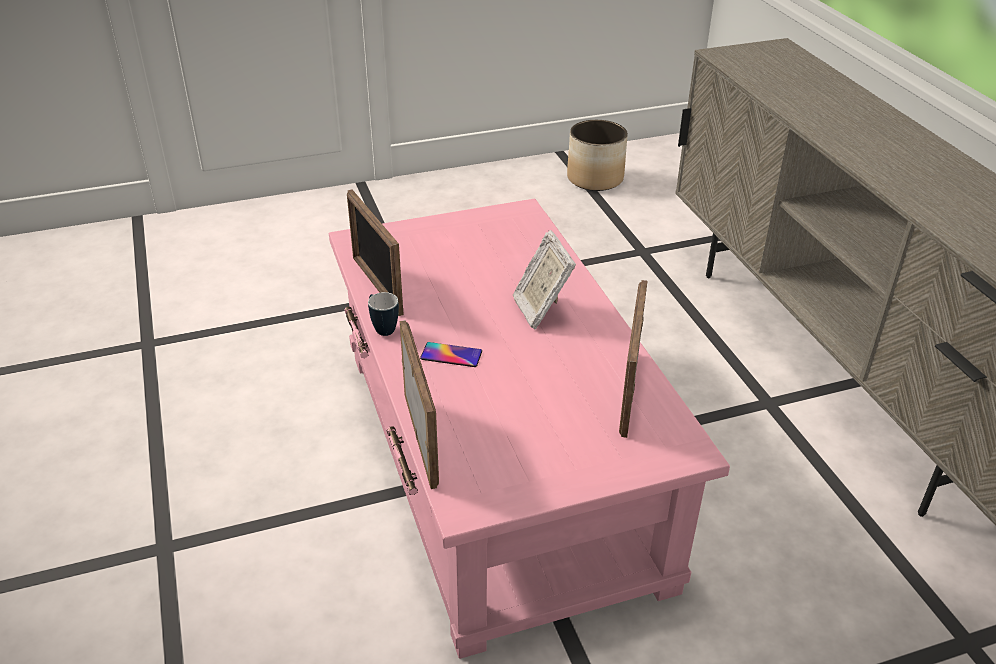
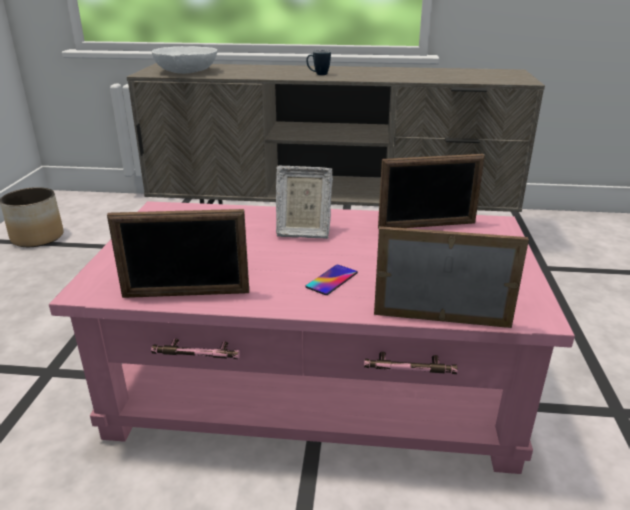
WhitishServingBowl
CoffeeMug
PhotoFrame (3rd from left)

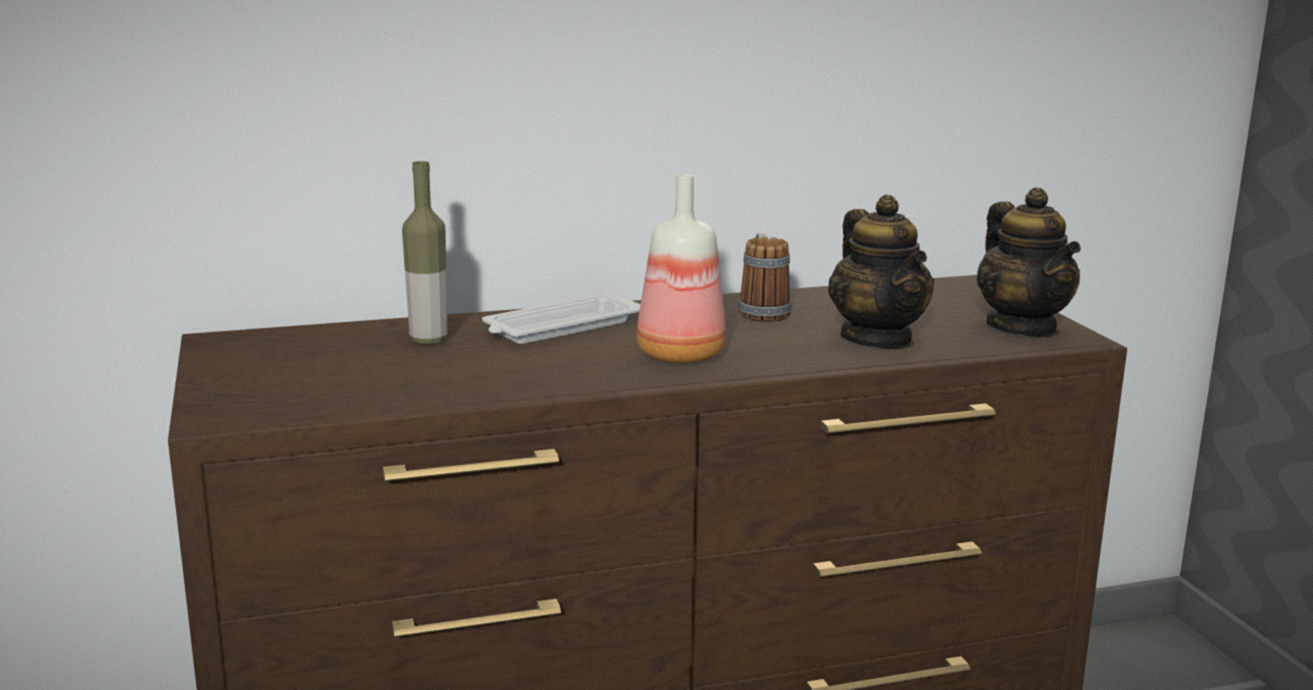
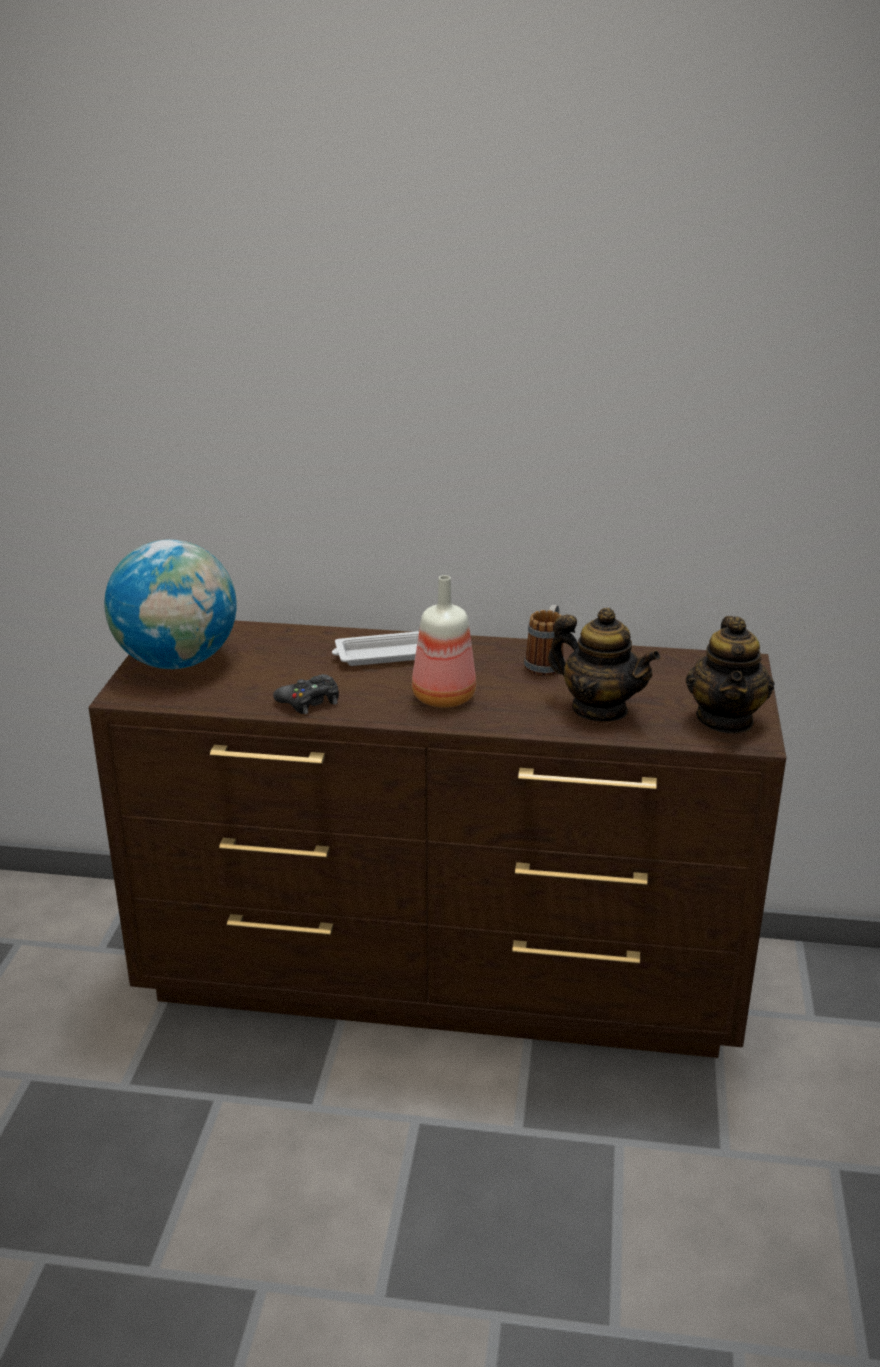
Bottle (1st from left in the first image)
Globe
BlackishJoypad
PotForTea (1st from left)

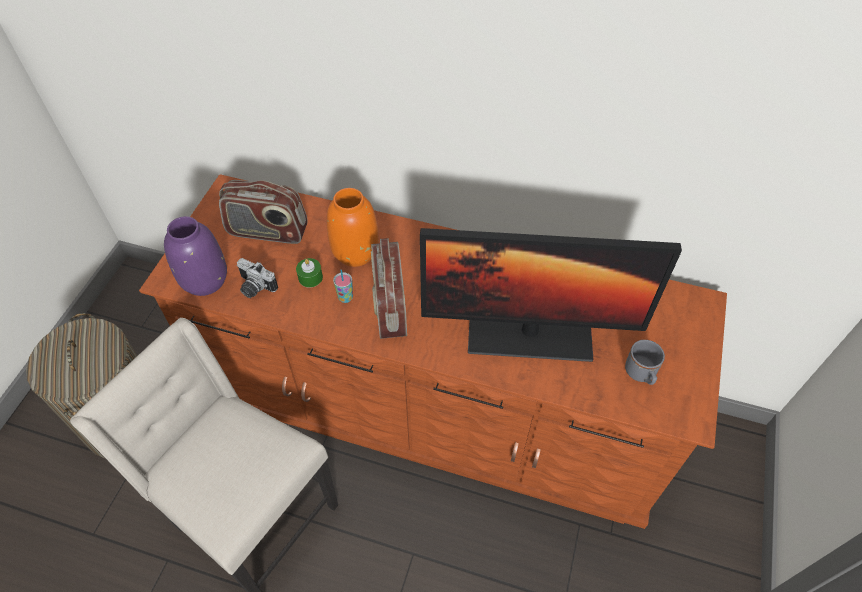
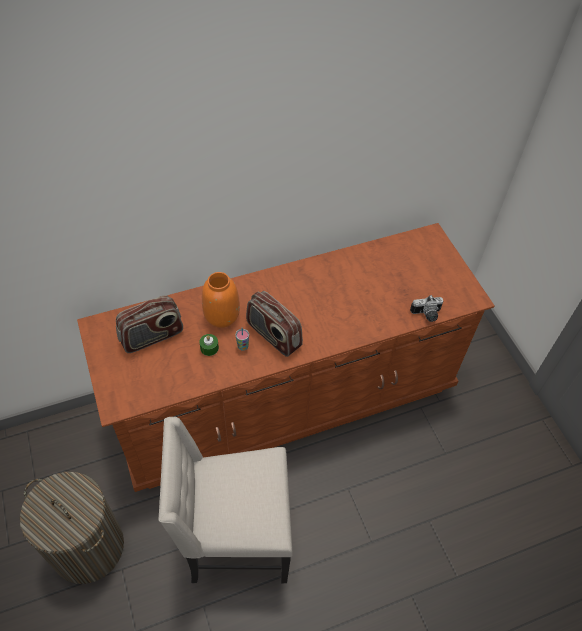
PurpleColouredDecorativeVase
ComputerDisplay
GreyCoffeeMug
PhotoCamera

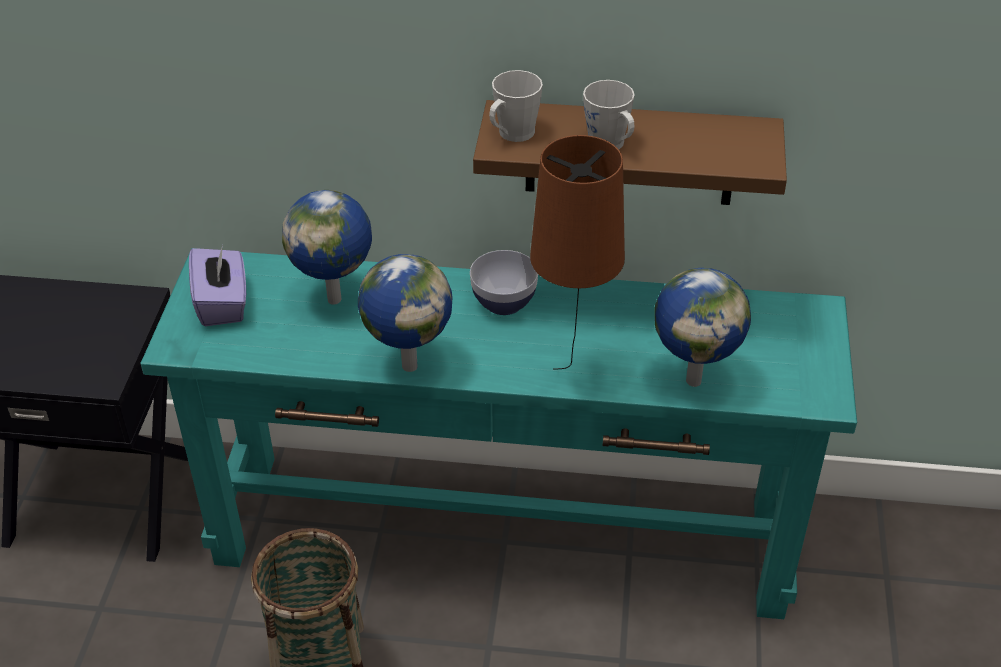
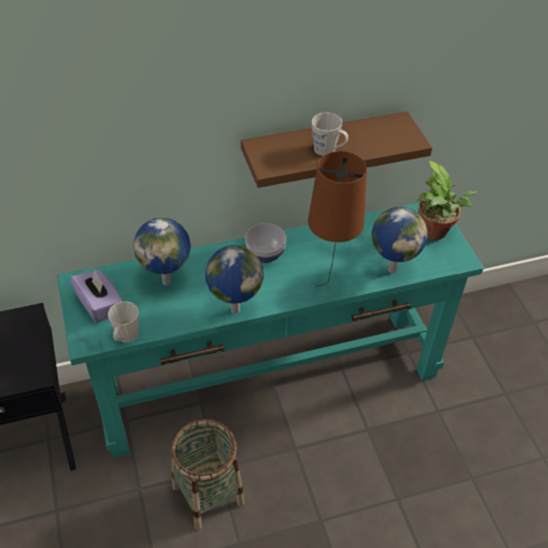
PottedPlant
GreyCoffeeMug (1st from left)

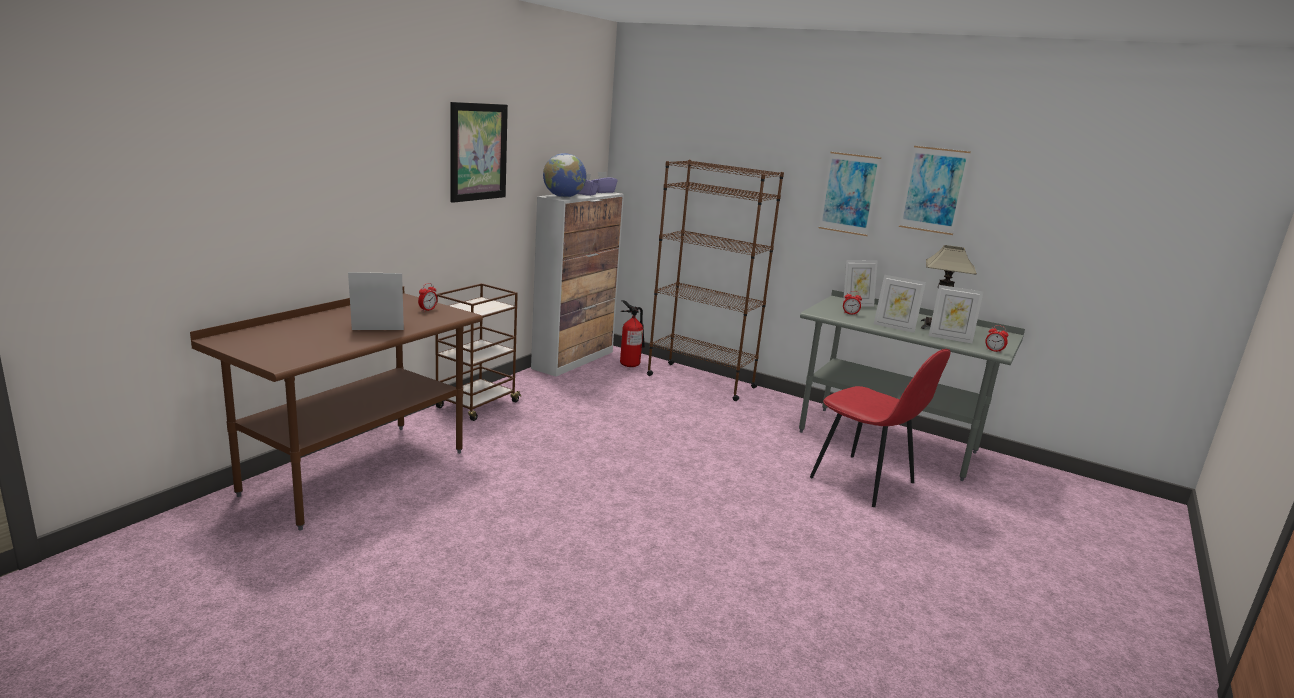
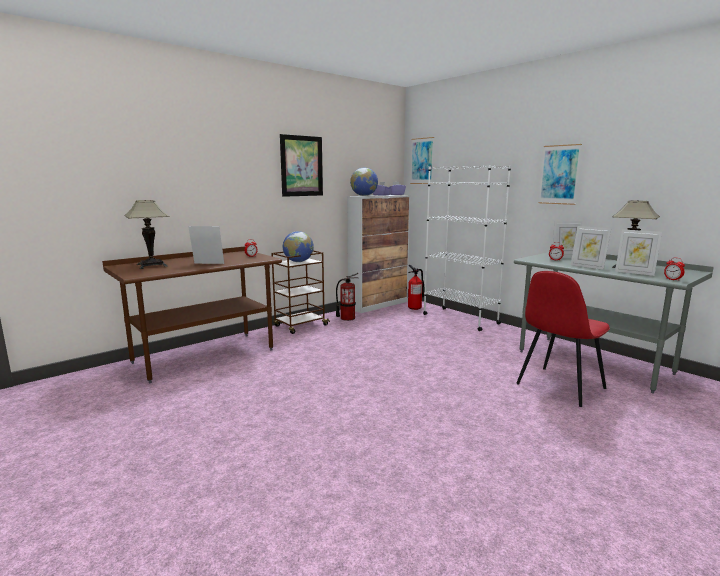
TableLamp (1st from left)
Globe (1st from left)
FireFightingCylinder (1st from left)
WallArt (2nd from left)
WhitishShelvingUnit
RedColouredPlainChair

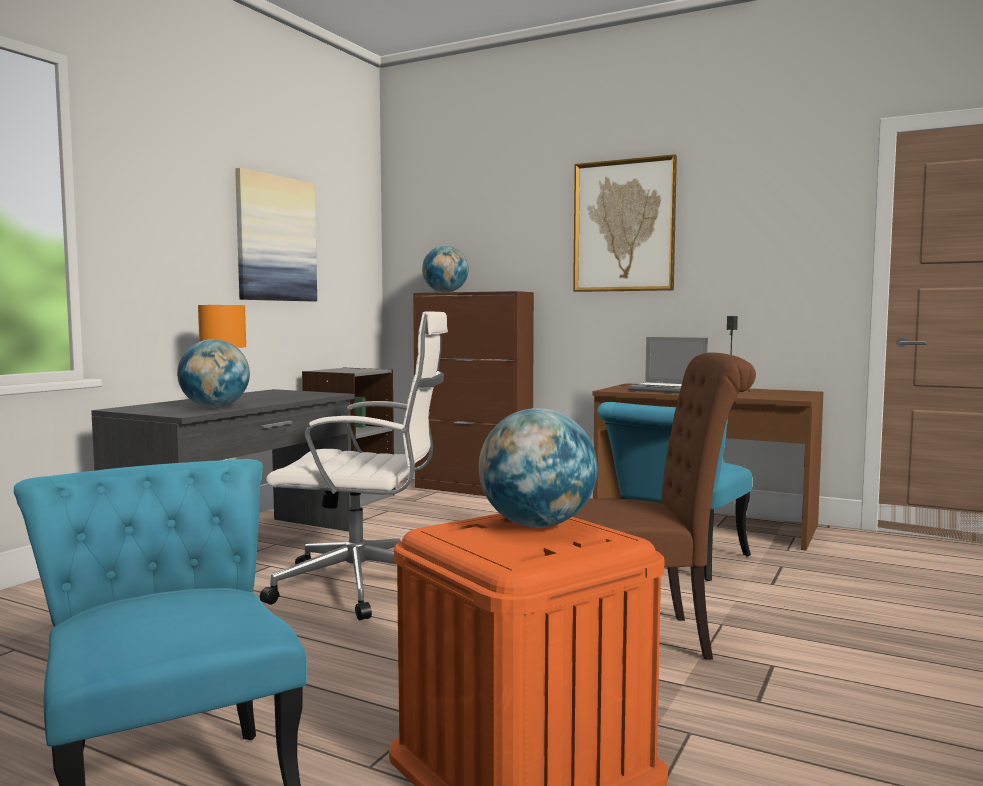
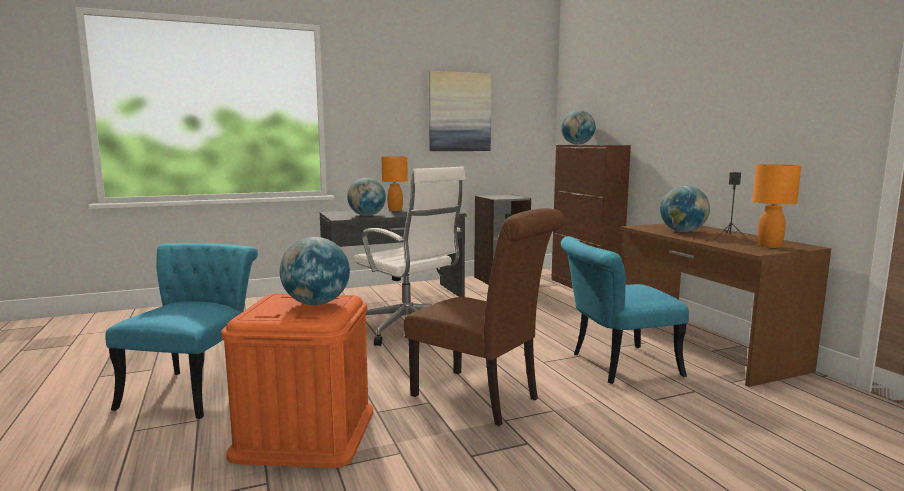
WallArt (2nd from left in the first image)
OrangeyTableLamp (2nd from left)
Globe (4th from left)

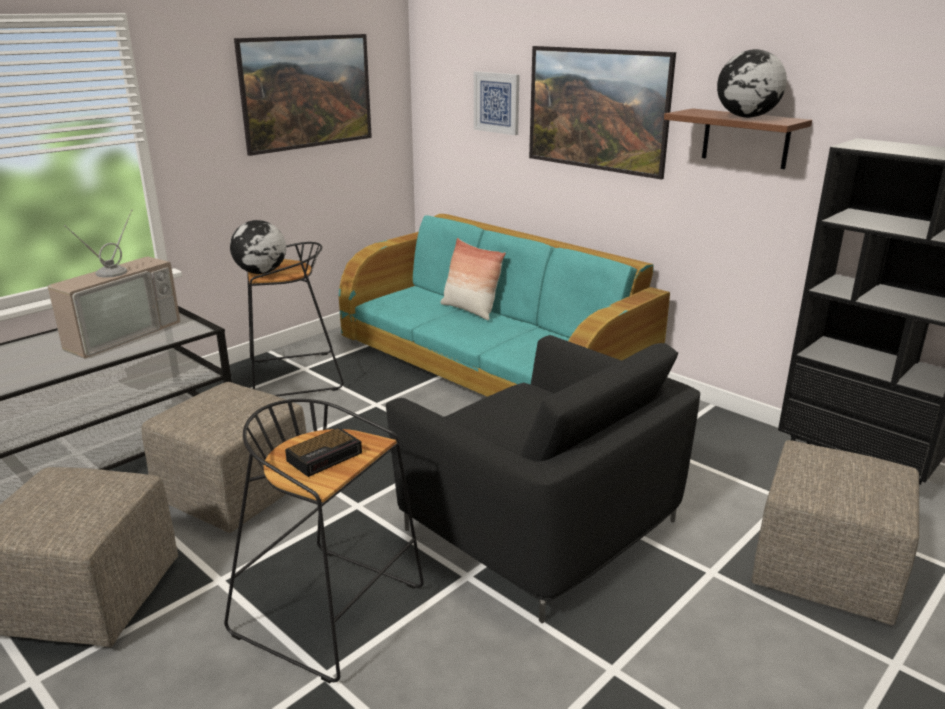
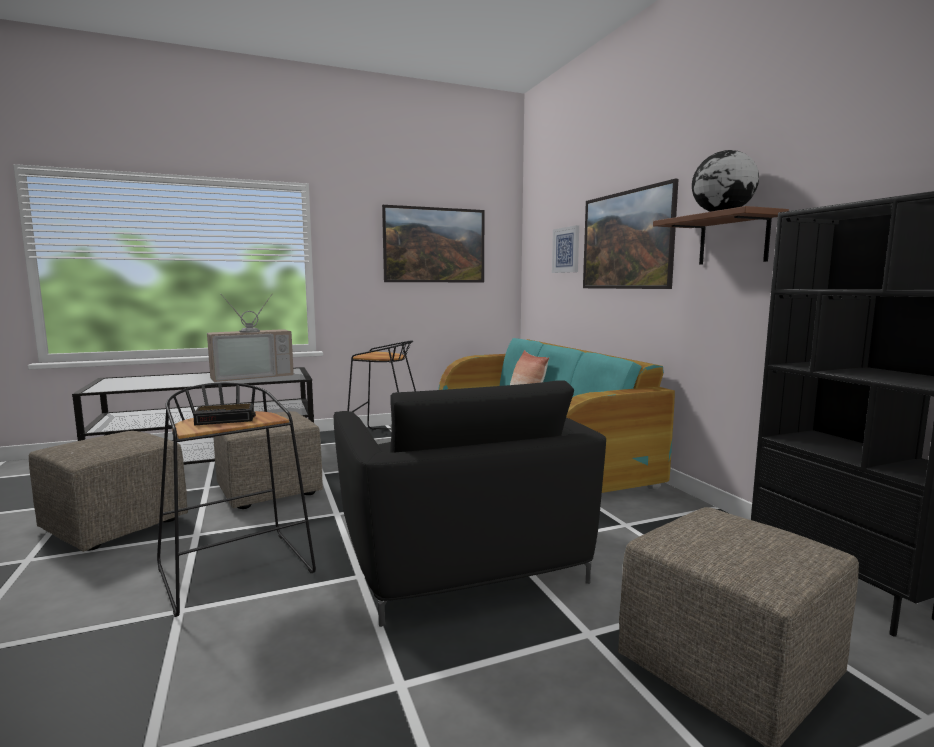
Globe (1st from left in the first image)

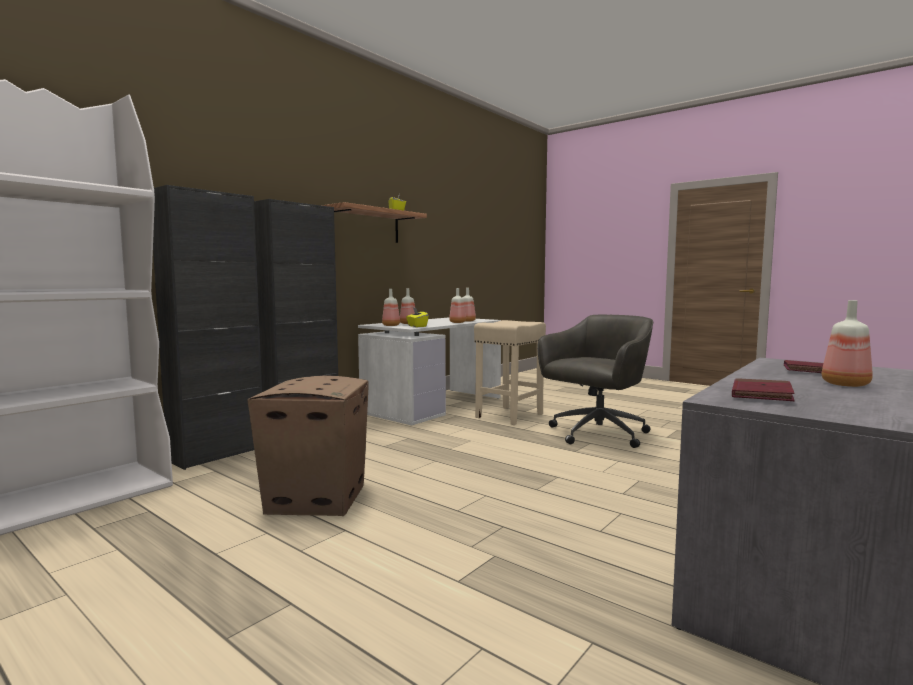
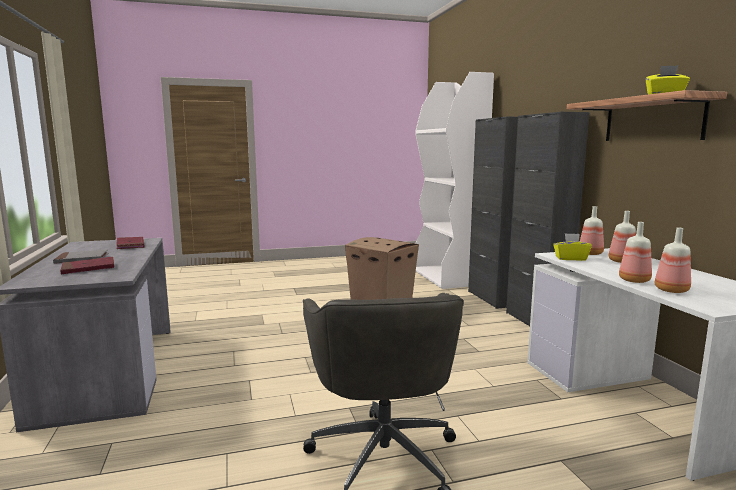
BeigeColouredStoolSeat
GreyVolume

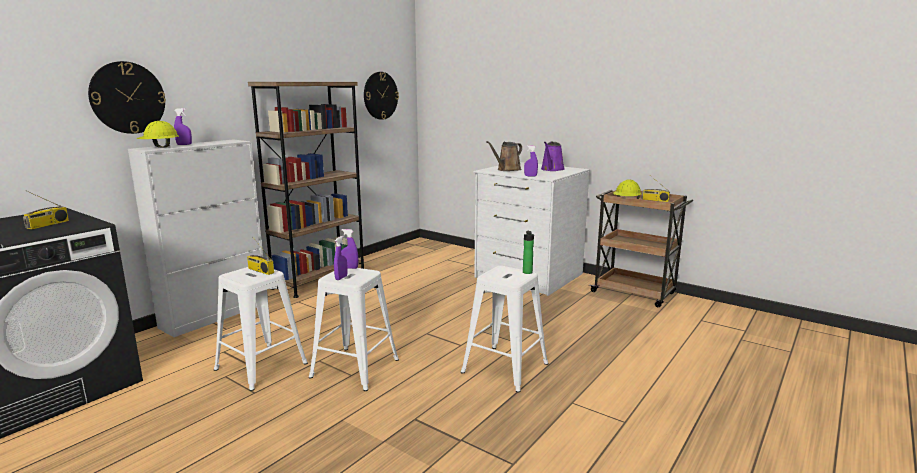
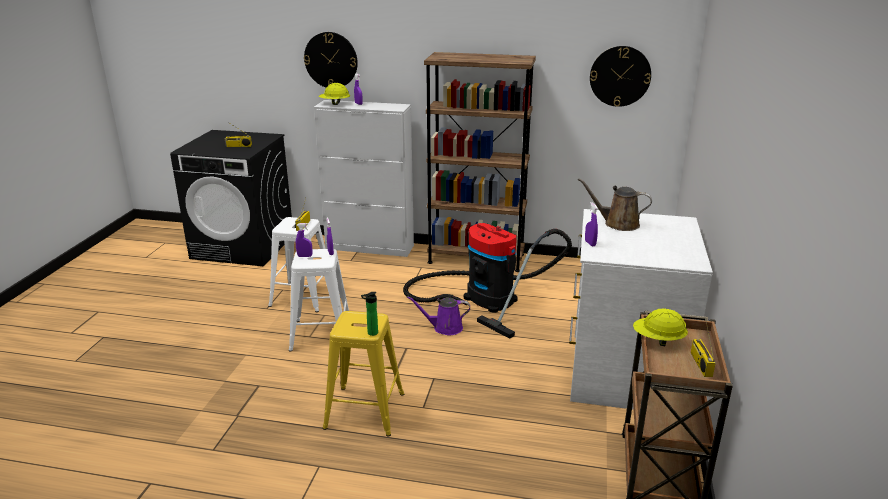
VacuumCleaner
PurpleColouredWateringPot
YellowColouredStoolSeat

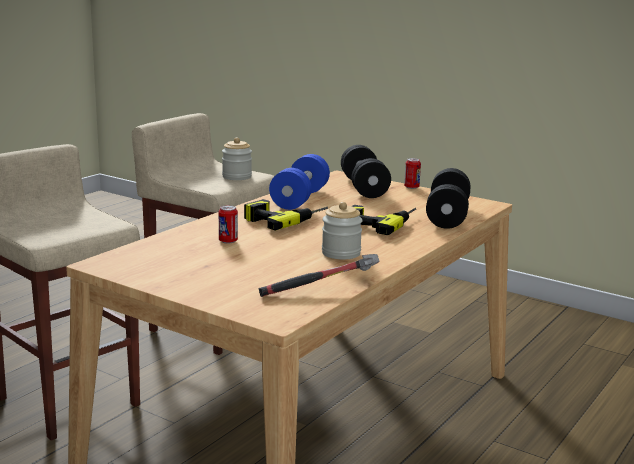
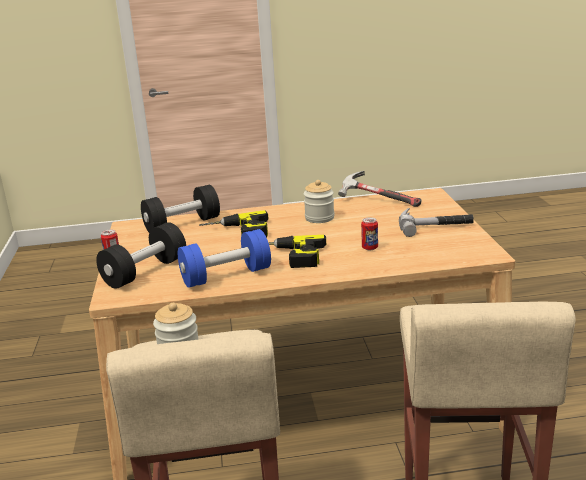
HandHammer (2nd from left)

